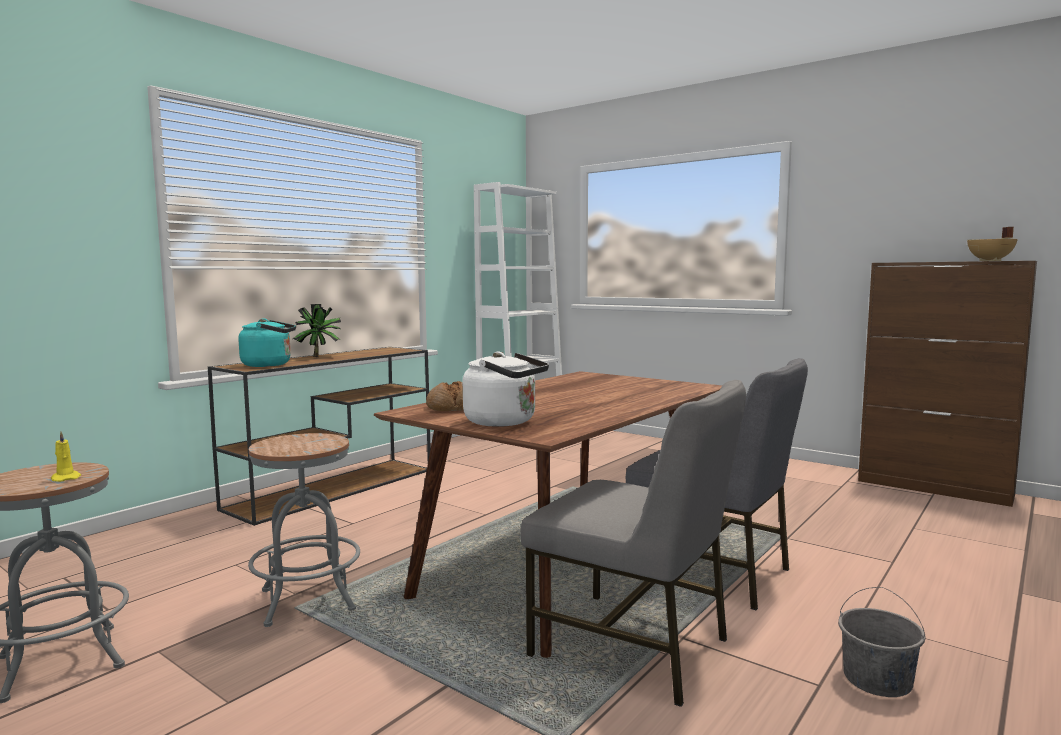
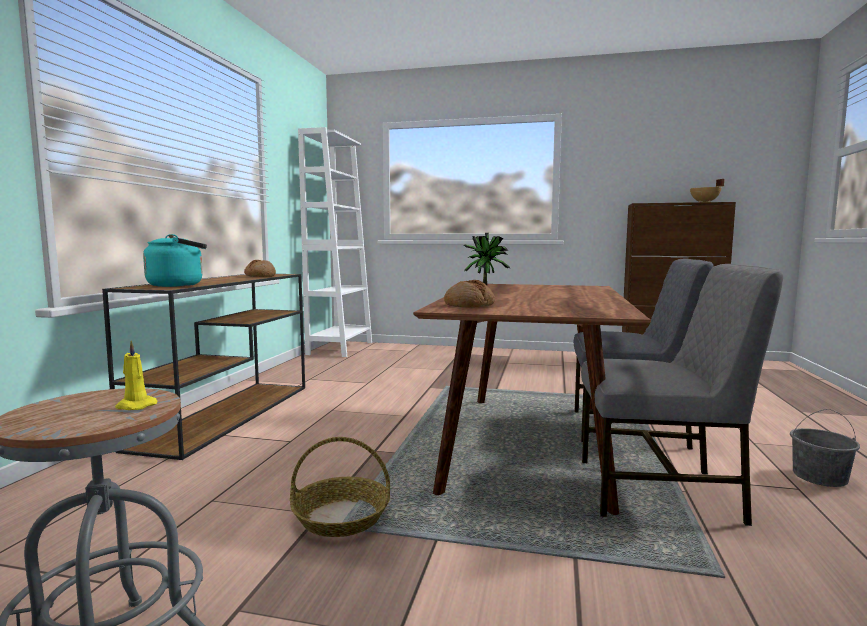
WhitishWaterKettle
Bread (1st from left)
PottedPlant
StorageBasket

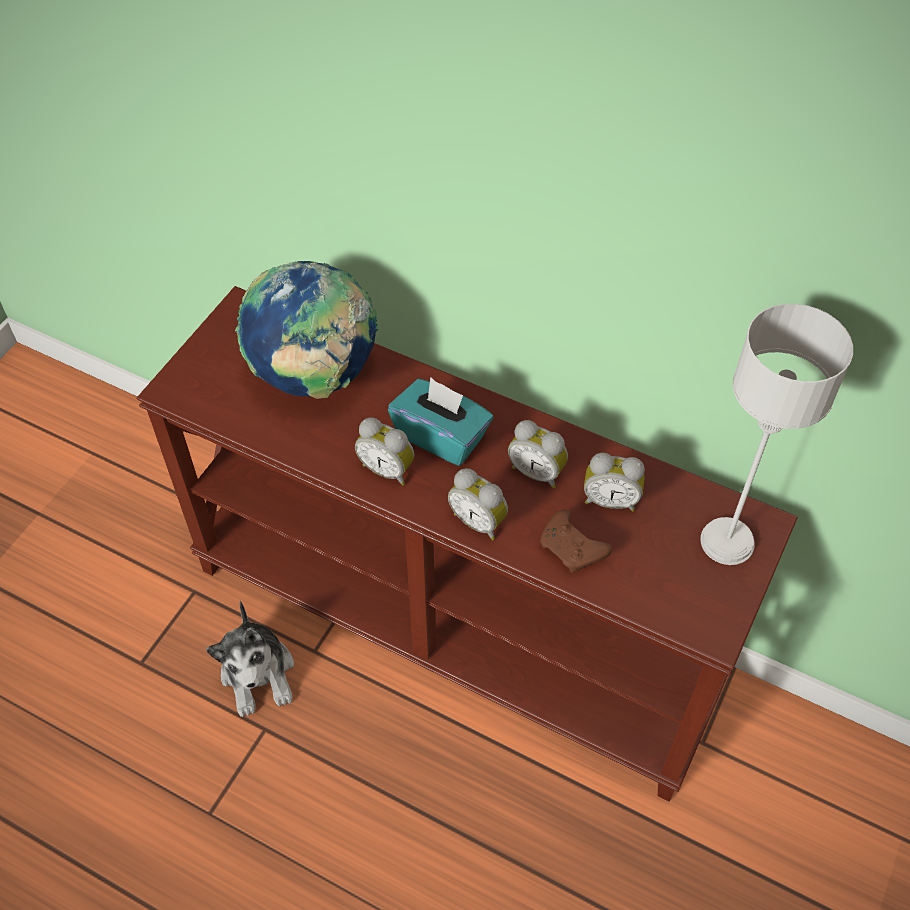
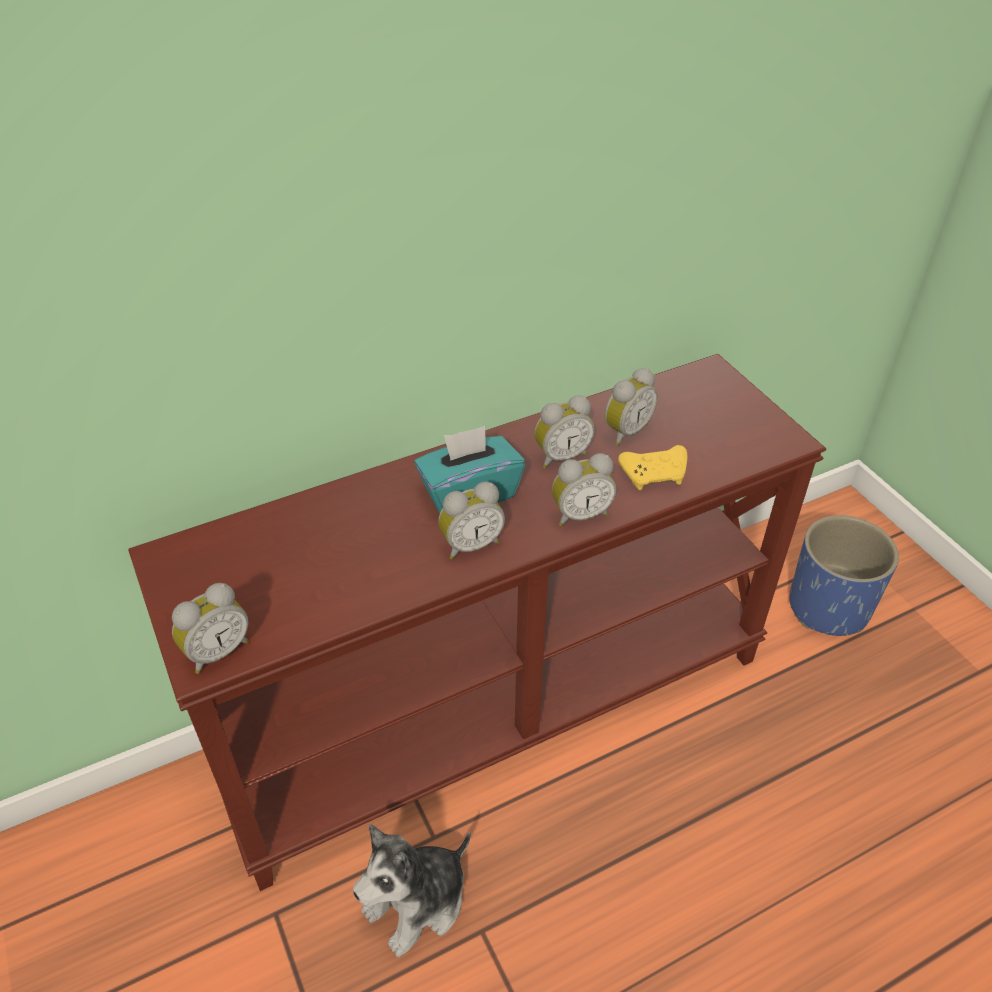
Globe
GreyTableLamp
AlarmClock (1st from left)
BlueColouredFlowerPot
YellowColouredJoypad
PlushToy

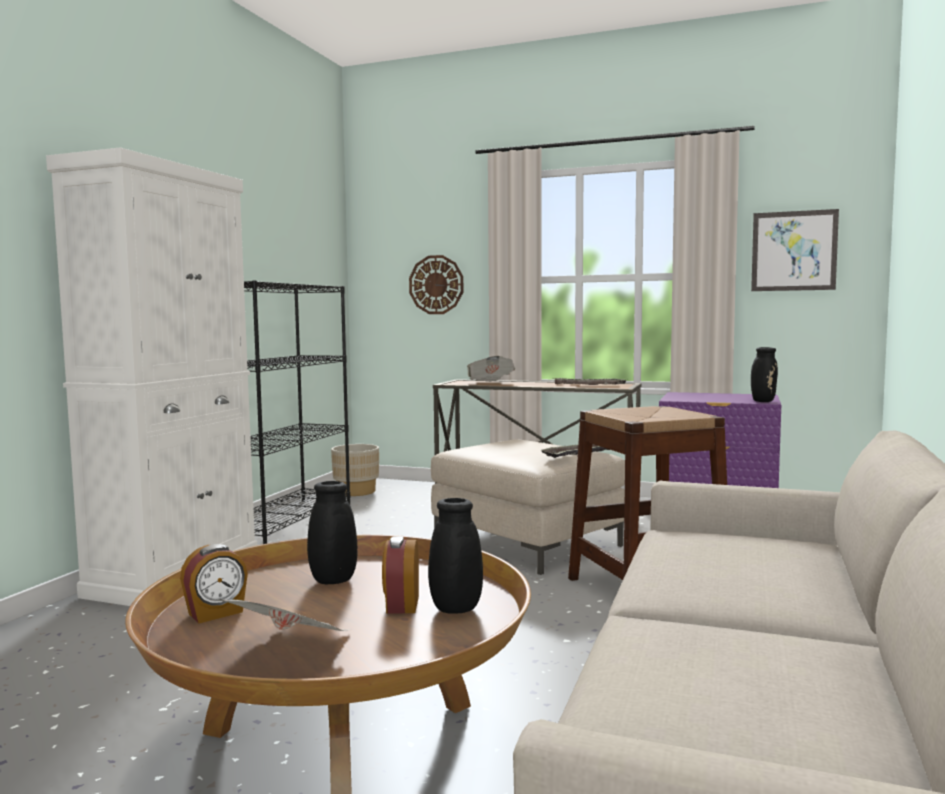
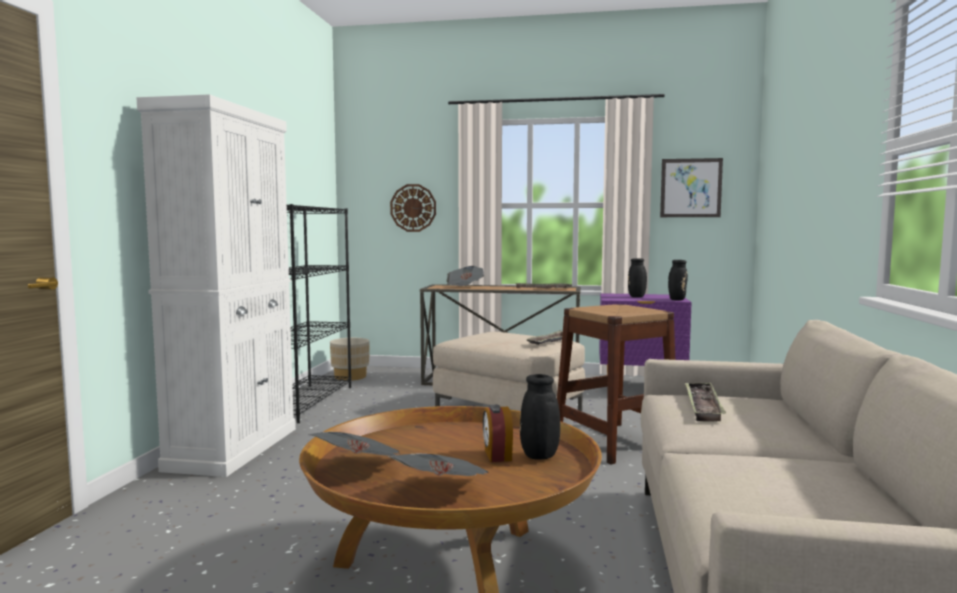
Tray (3rd from left)
BlackishDecorativeVase (2nd from left)
Newspaper (1st from left)

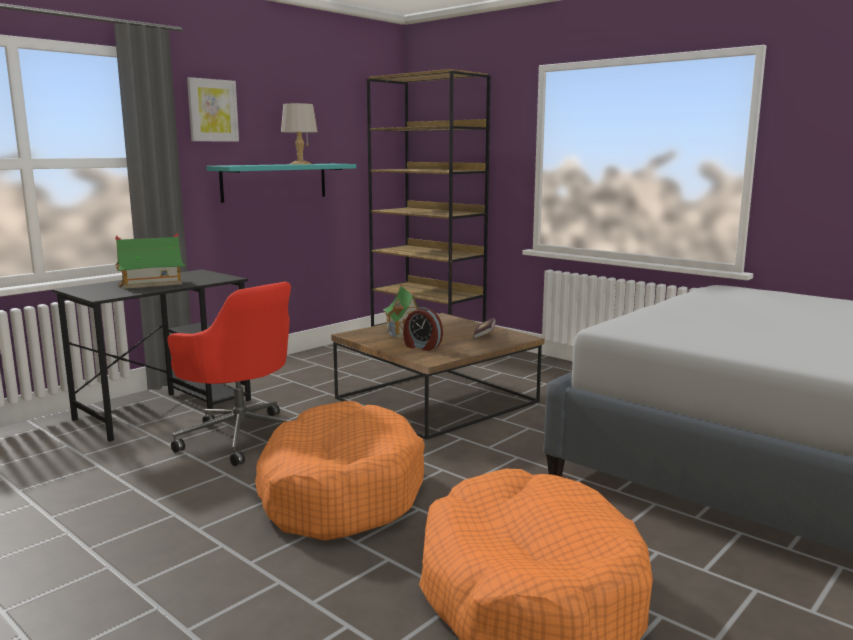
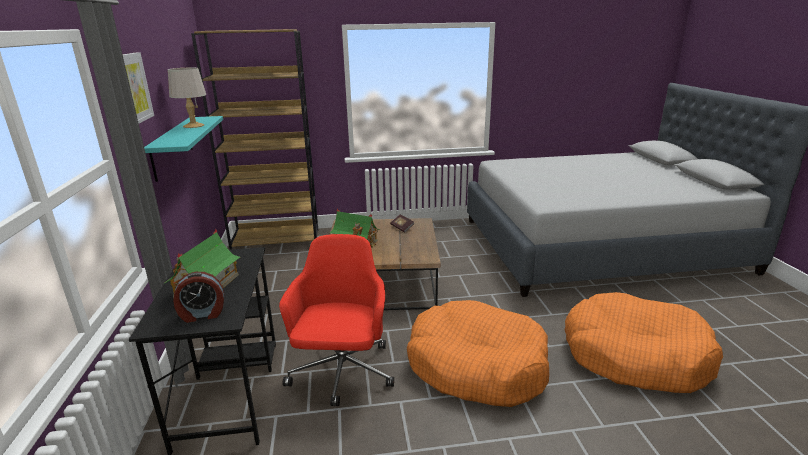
AlarmClock
RedColouredComputerChair

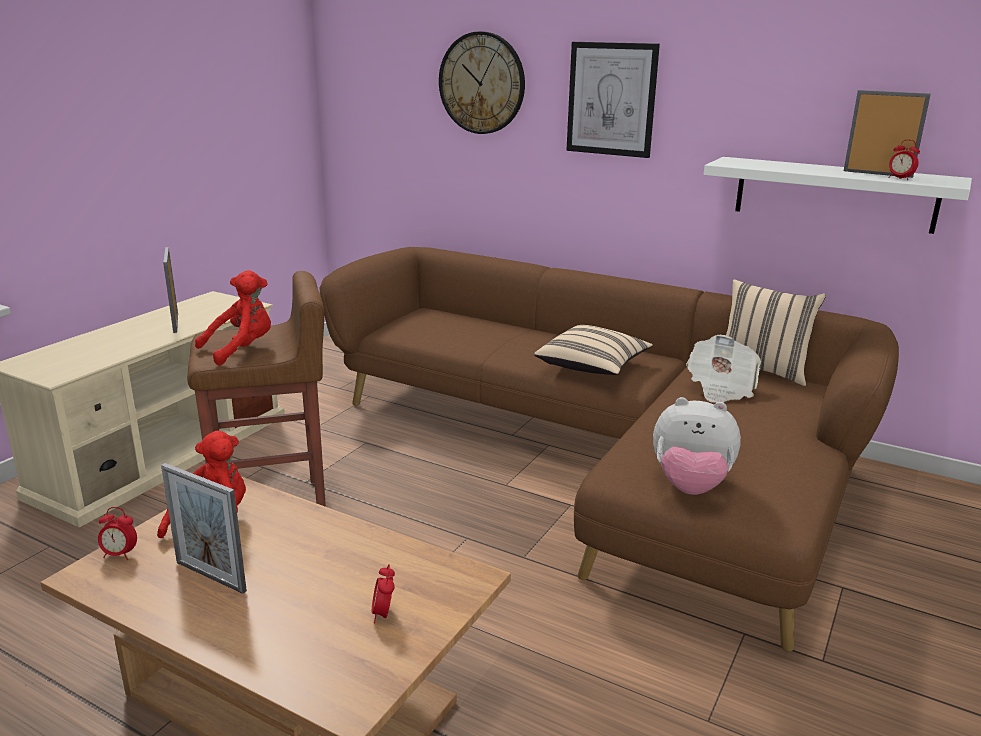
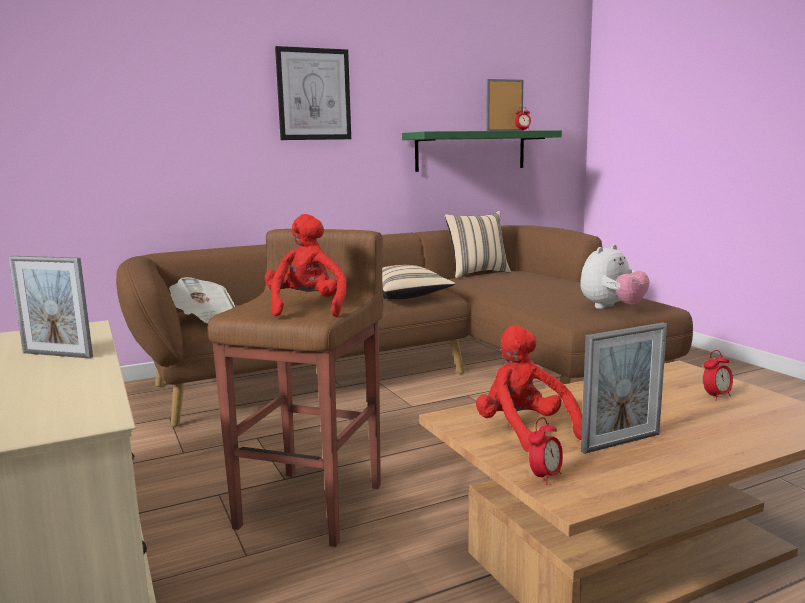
WallClock
Newspaper
GreenColouredBracketShelf
AlarmClock (3rd from left)

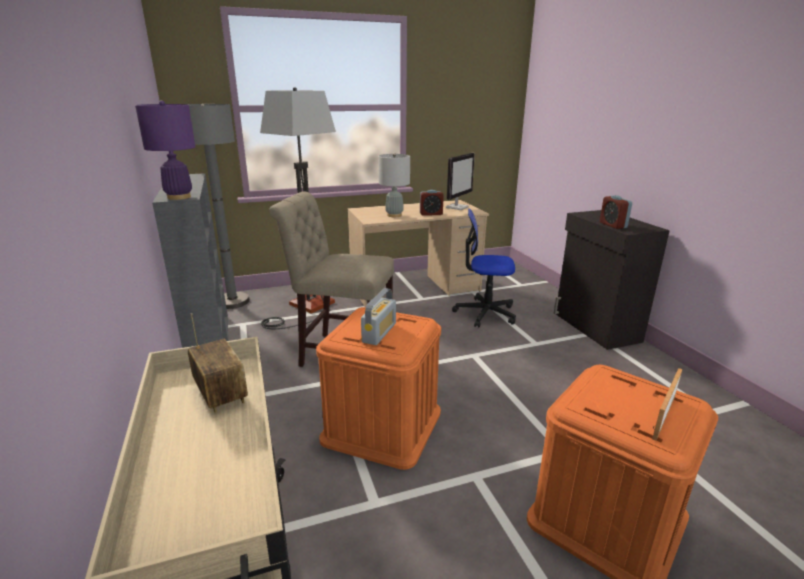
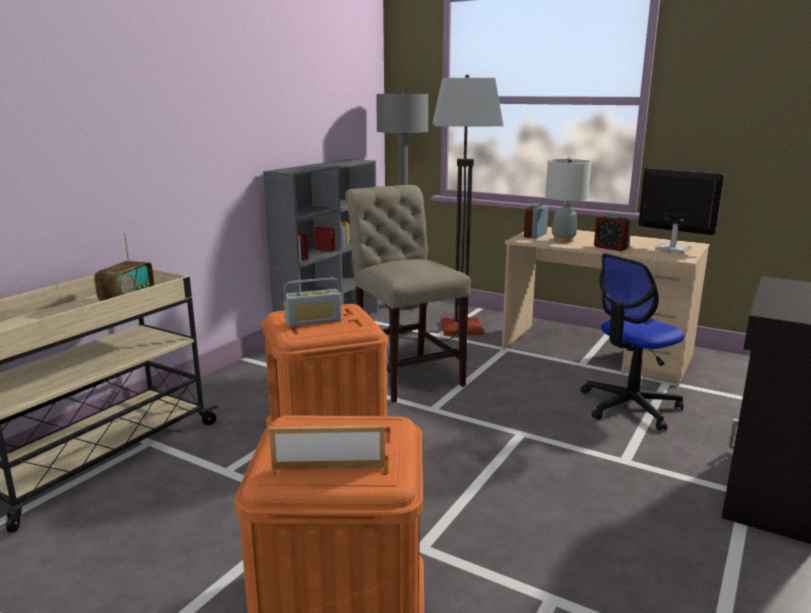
PurpleColouredTableLamp
AlarmClock (1st from left)
ComputerDisplay
ComputerChair

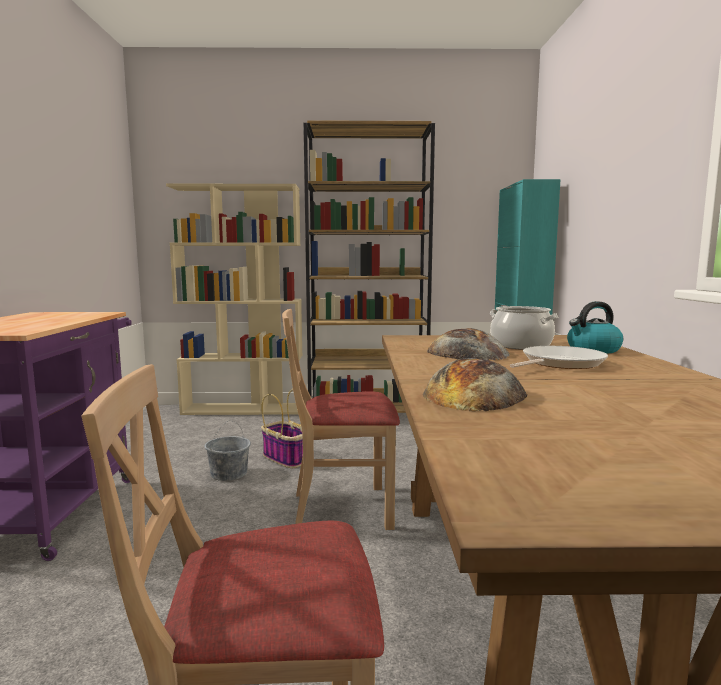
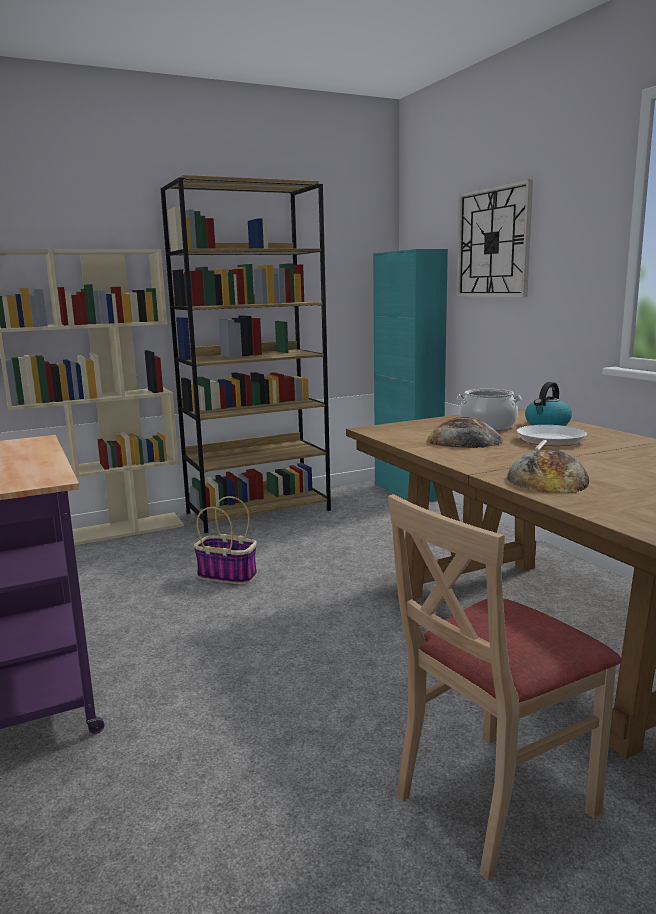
GreyWaterBucket
BeigeColouredPlainChair (2nd from left in the first image)
WallClock

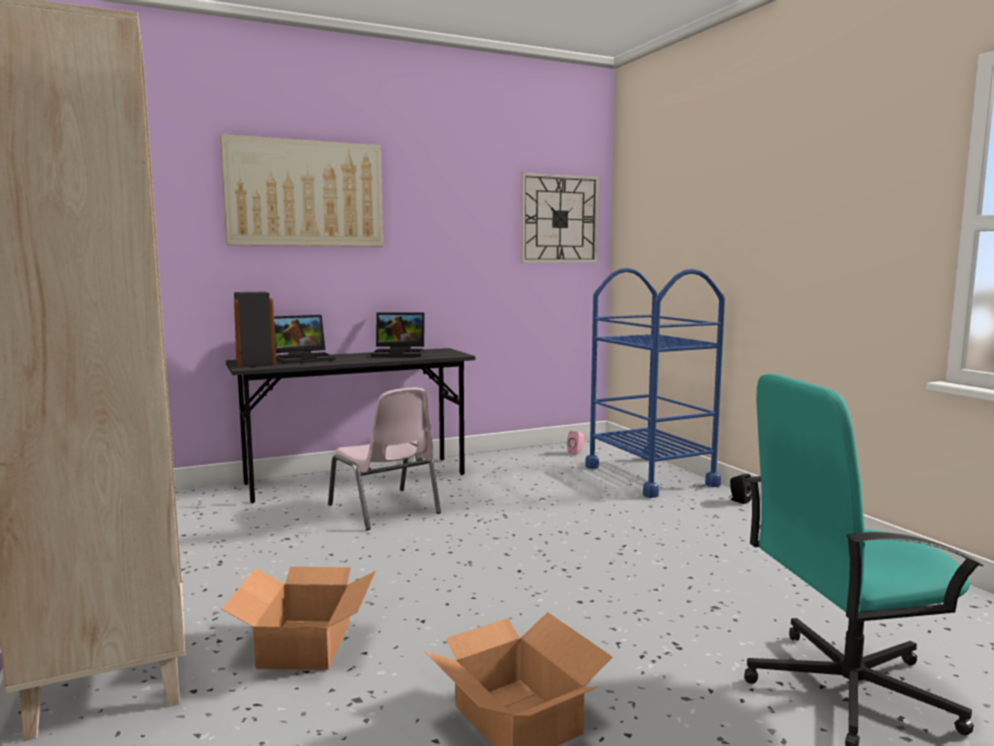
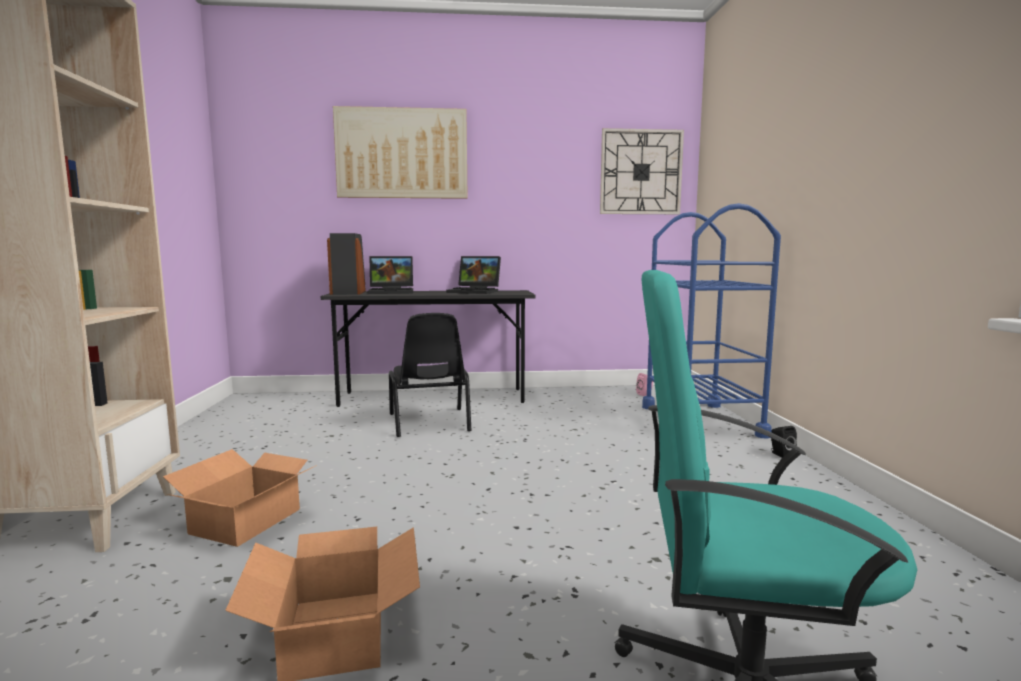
BlackishPlainChair

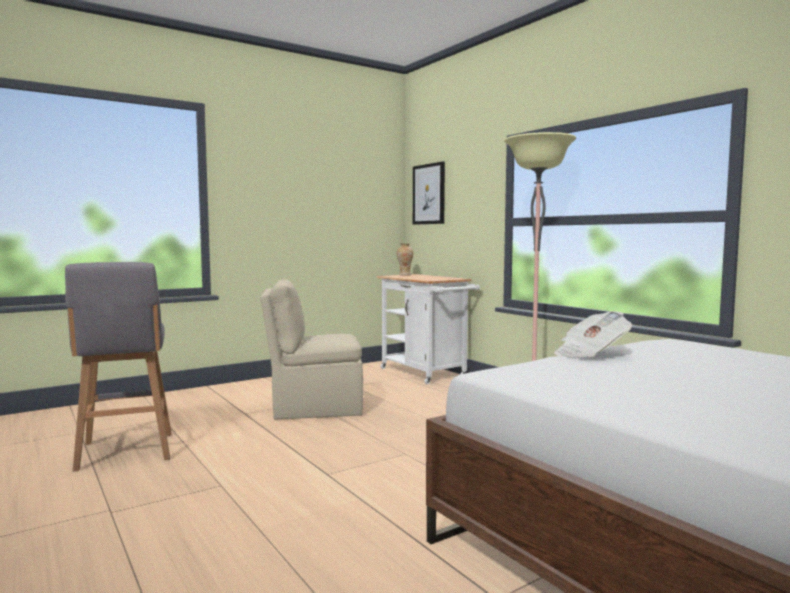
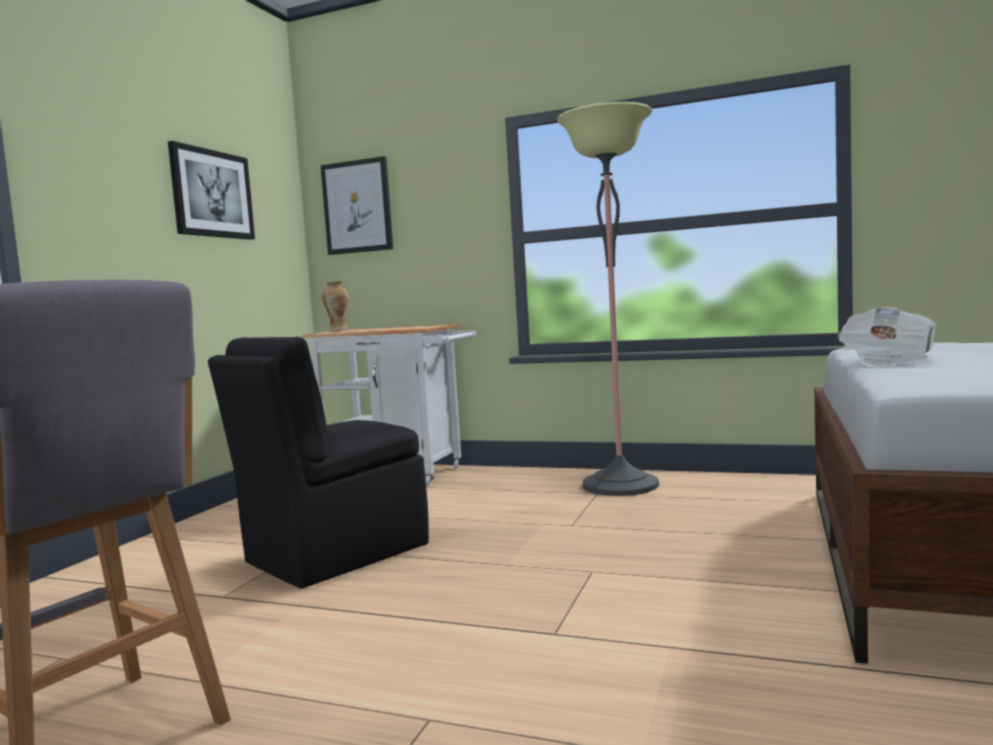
WallArt (1st from left)
BlackishPlainChair

